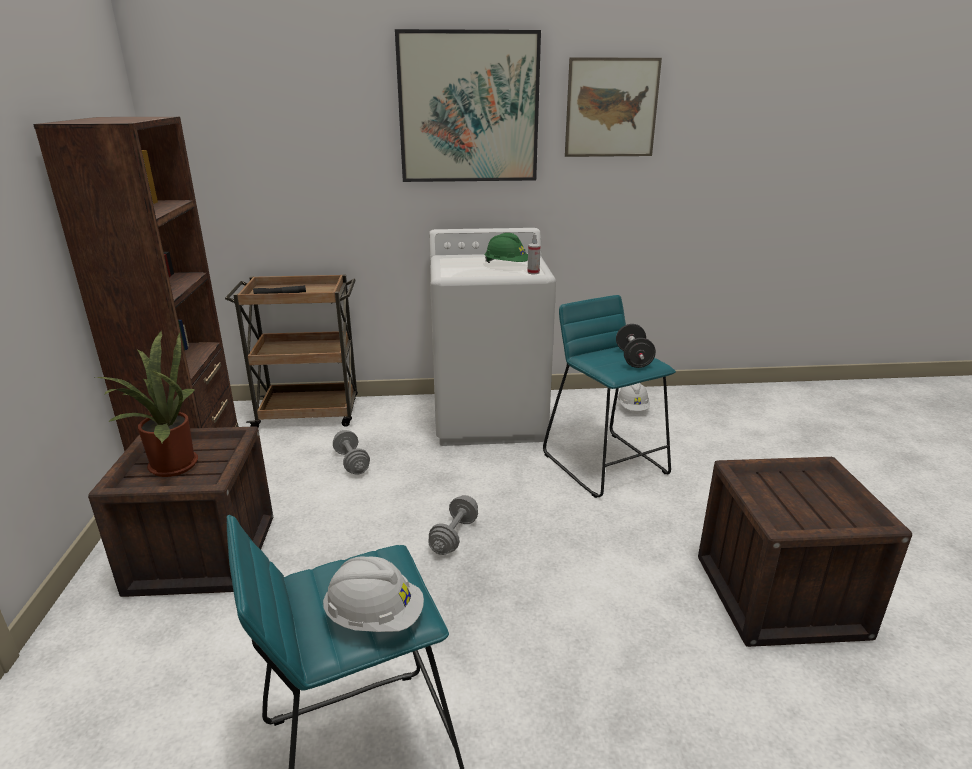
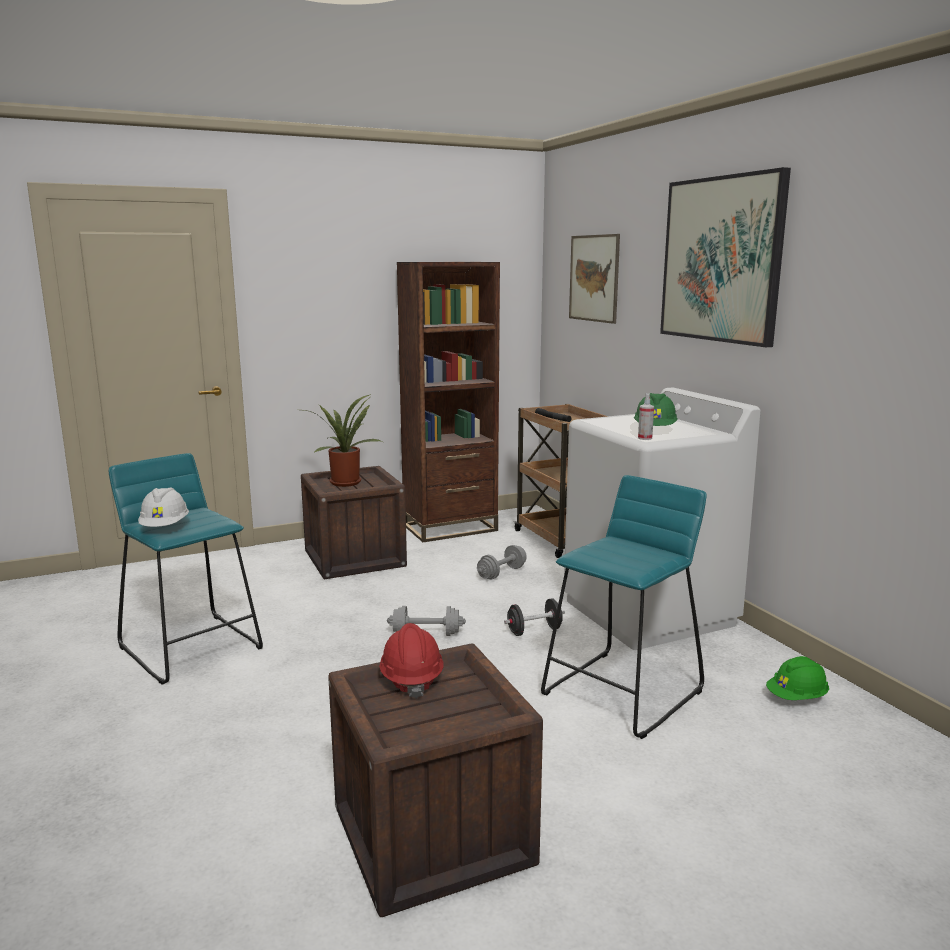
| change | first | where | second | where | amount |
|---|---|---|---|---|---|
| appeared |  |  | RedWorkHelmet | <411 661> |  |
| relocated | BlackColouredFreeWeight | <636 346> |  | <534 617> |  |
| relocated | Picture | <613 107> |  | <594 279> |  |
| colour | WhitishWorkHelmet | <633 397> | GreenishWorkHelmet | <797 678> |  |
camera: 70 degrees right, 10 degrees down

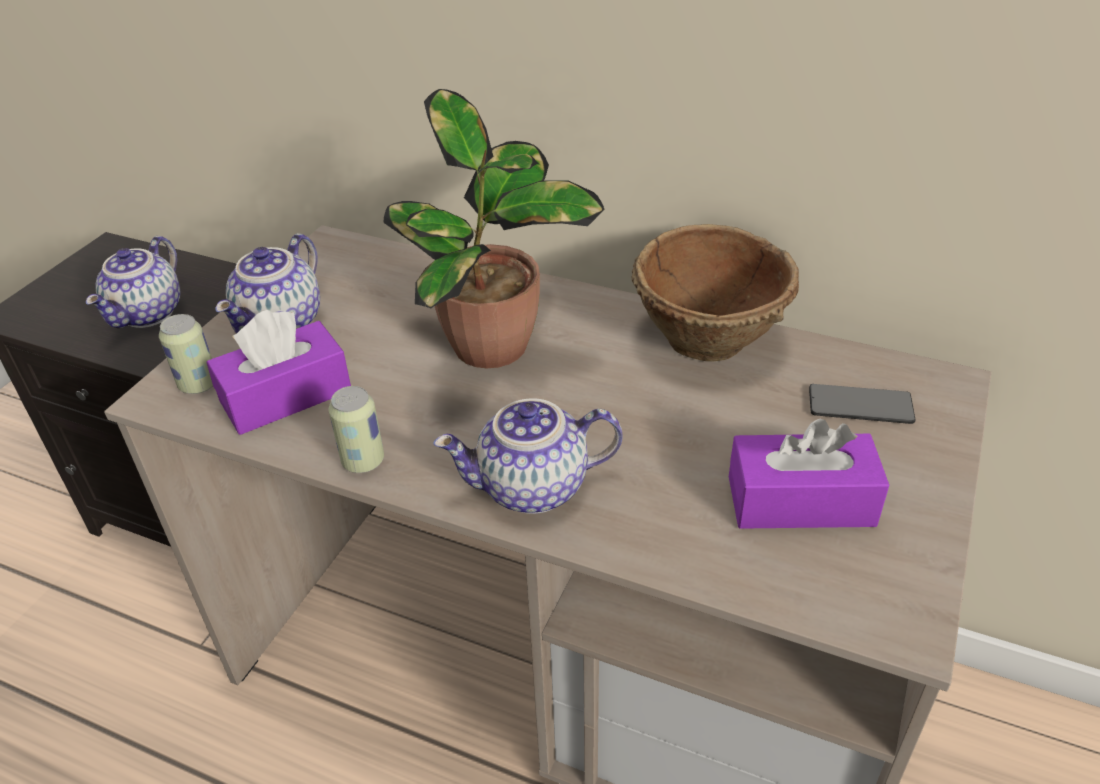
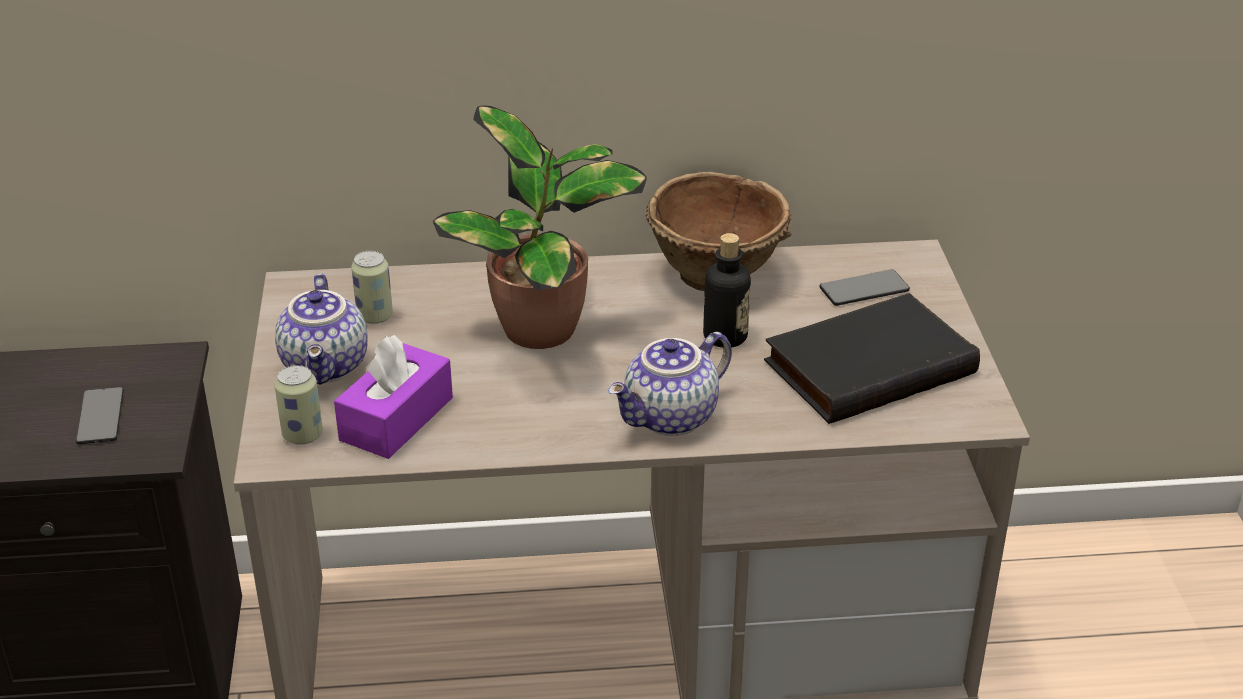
| change | first | where | second | where | amount |
|---|---|---|---|---|---|
| exchanged | PotForTea | <133 282> | Handset | <100 415> |  |
| relocated | Can | <356 429> |  | <372 287> |  |
| appeared |  |  | Bottle | <727 290> |  |
| exchanged | PurpleColouredBoxOfTissues | <809 473> | BlackColouredBoundBook | <872 358> |  |
camera: 30 degrees left, 5 degrees down

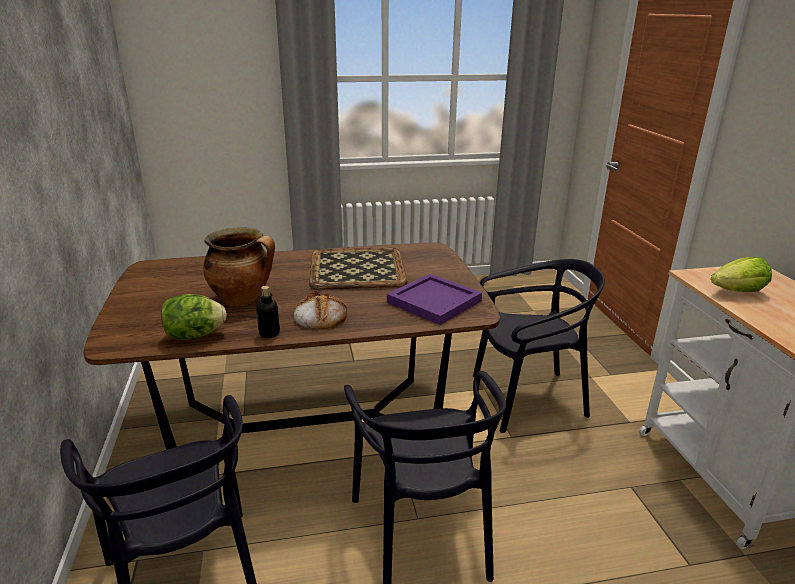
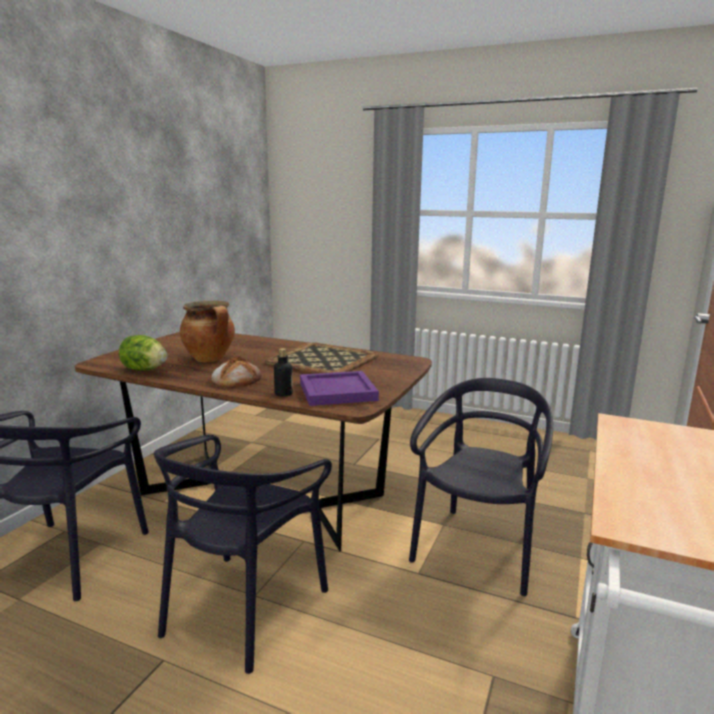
| change | first | where | second | where | amount |
|---|---|---|---|---|---|
| relocated | Bottle | <268 312> |  | <283 372> |  |
| spun | BlackColouredUprightChair | <539 346> |  | <481 487> | 90 degrees counterclockwise |
| missing | Lettuce | <741 274> |  |  |  |
camera: 35 degrees right, 10 degrees down

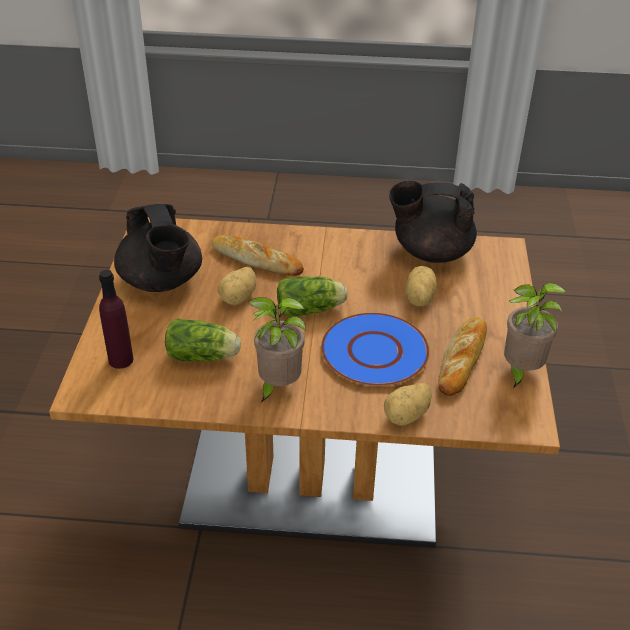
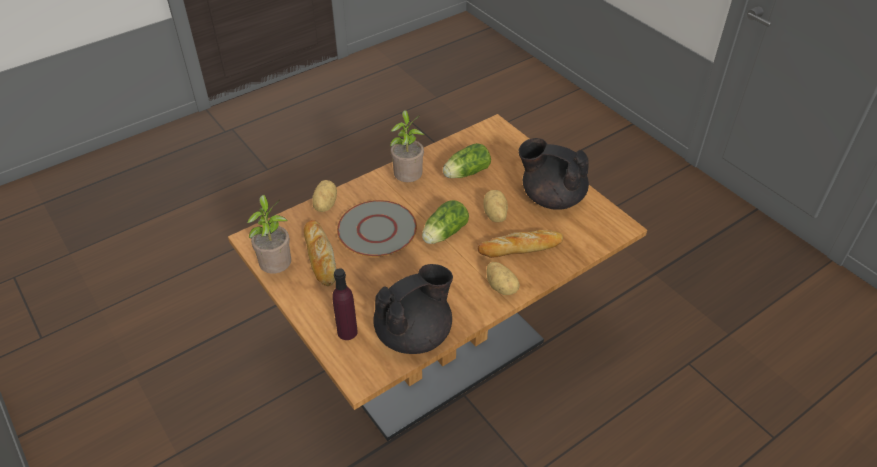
| change | first | where | second | where | amount |
|---|---|---|---|---|---|
| relocated | PurpleColouredBottle | <116 319> |  | <345 304> |  |
| colour | BlueColouredPlate | <375 349> | GreyishPlate | <377 228> |  |
| relocated | Potato | <421 286> |  | <503 278> |  |
camera: 140 degrees right, 5 degrees up

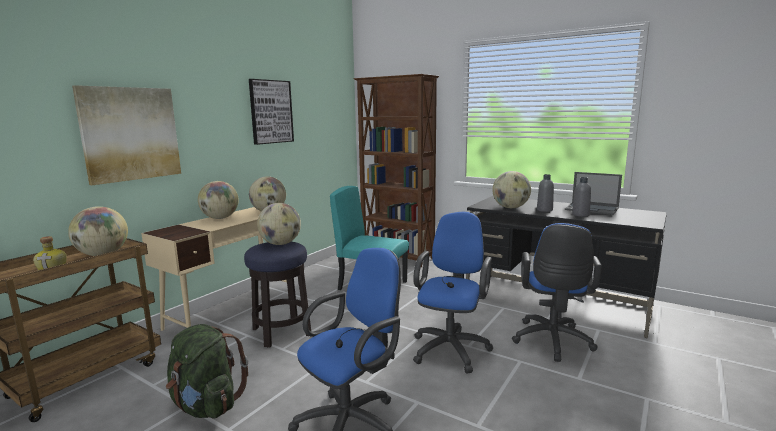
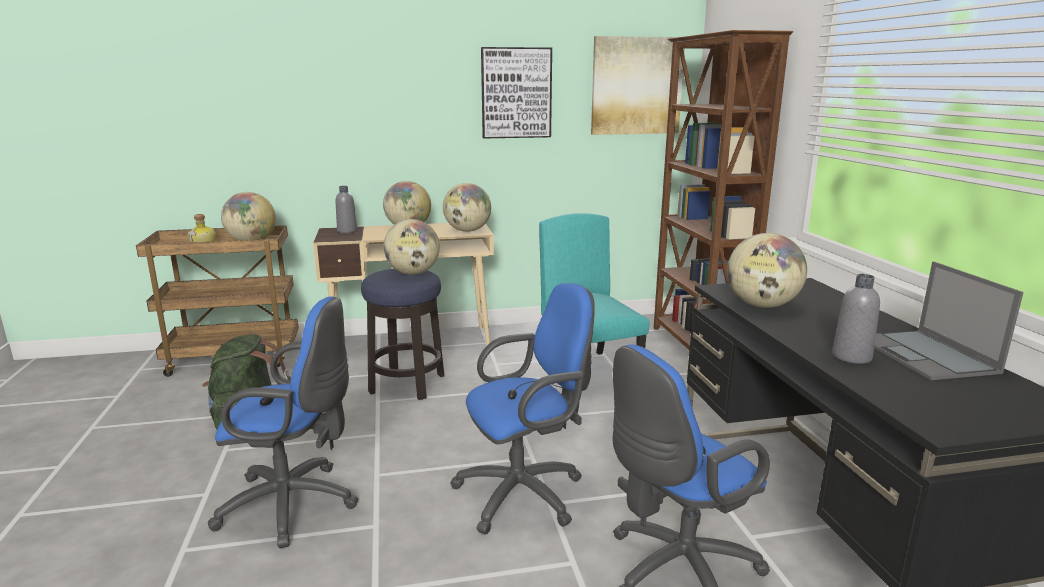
| change | first | where | second | where | amount |
|---|---|---|---|---|---|
| relocated | GreyishBottle | <545 193> |  | <346 209> |  |
| relocated | Picture | <126 135> |  | <638 85> |  |
camera: 45 degrees right, 5 degrees up

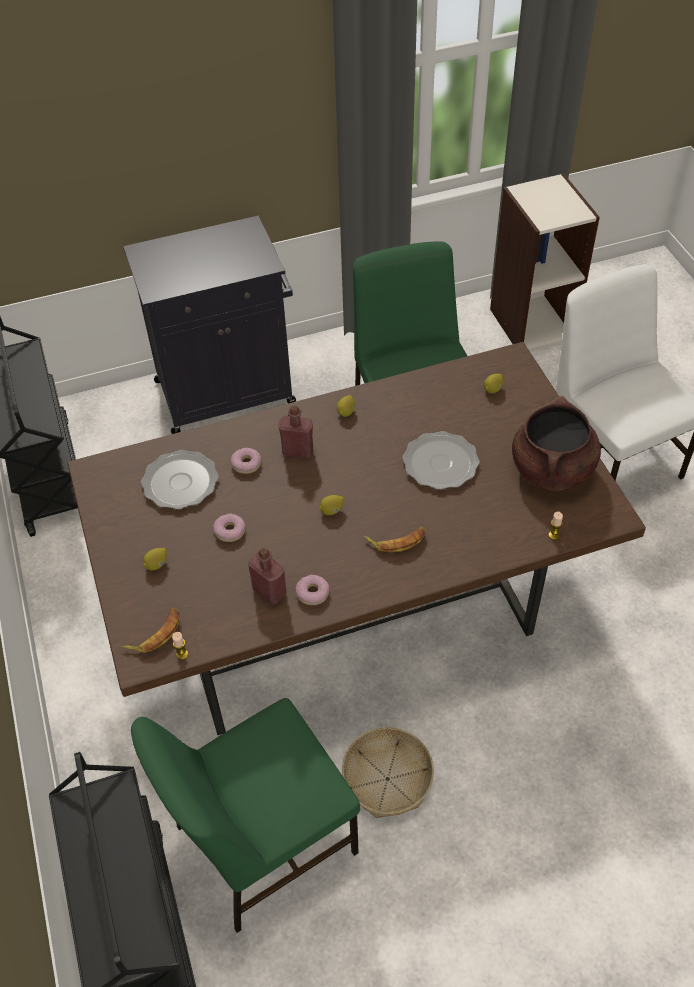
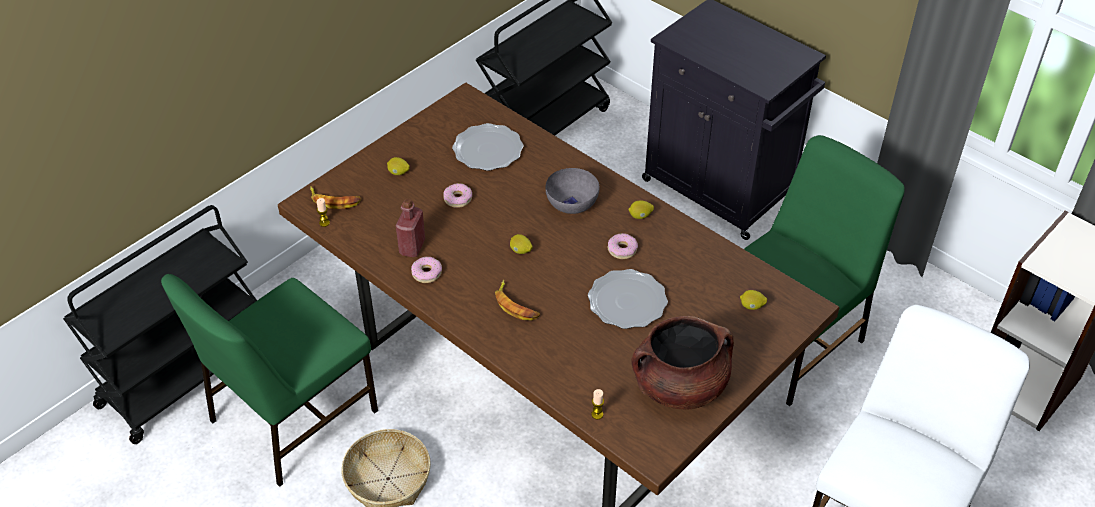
| change | first | where | second | where | amount |
|---|---|---|---|---|---|
| spun | GreenishUprightChair | <245 815> |  | <269 380> | 75 degrees counterclockwise |
| exchanged | RedBottle | <295 432> | GreyishBowl | <572 191> |  |
| relocated | Donut | <246 460> |  | <622 246> |  |
camera: 60 degrees right, 5 degrees down

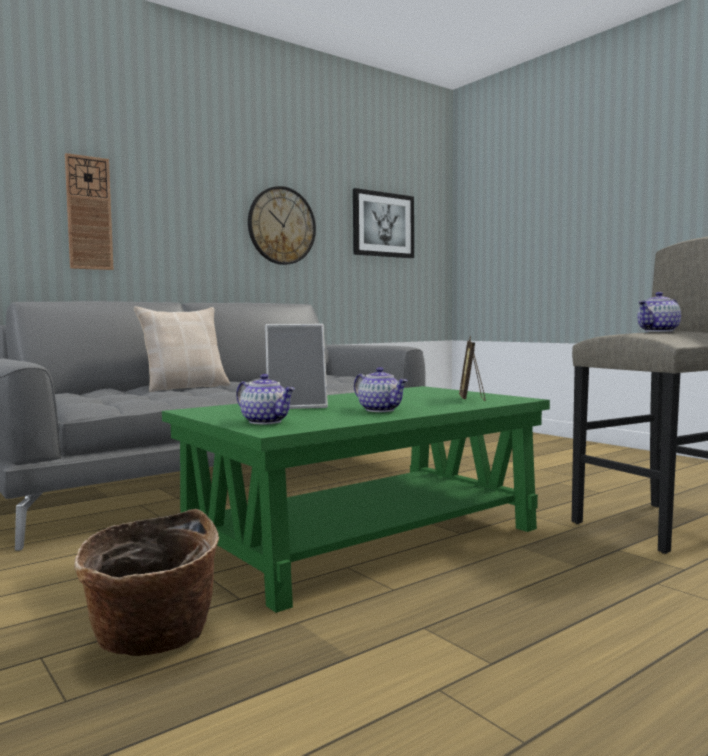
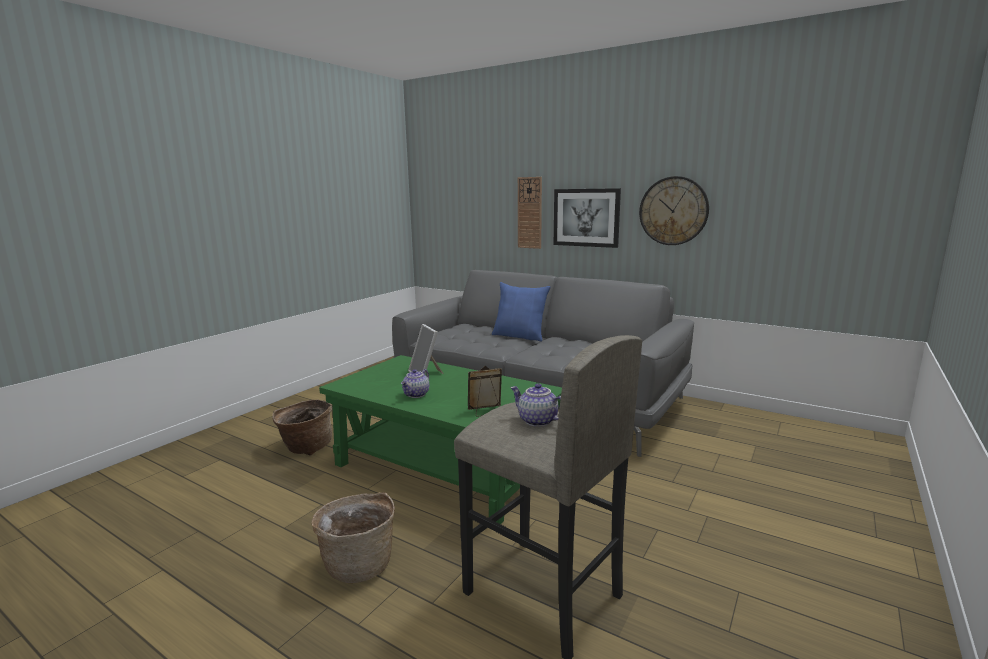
| change | first | where | second | where | amount |
|---|---|---|---|---|---|
| appeared |  |  | HouseholdBasket | <353 537> |  |
| colour | BeigeColouredCushion | <182 349> | BlueColouredCushion | <521 312> |  |
| relocated | Picture | <383 223> |  | <587 218> |  |
| missing | PotForTea | <265 399> |  |  |  |
camera: 70 degrees right, 10 degrees up

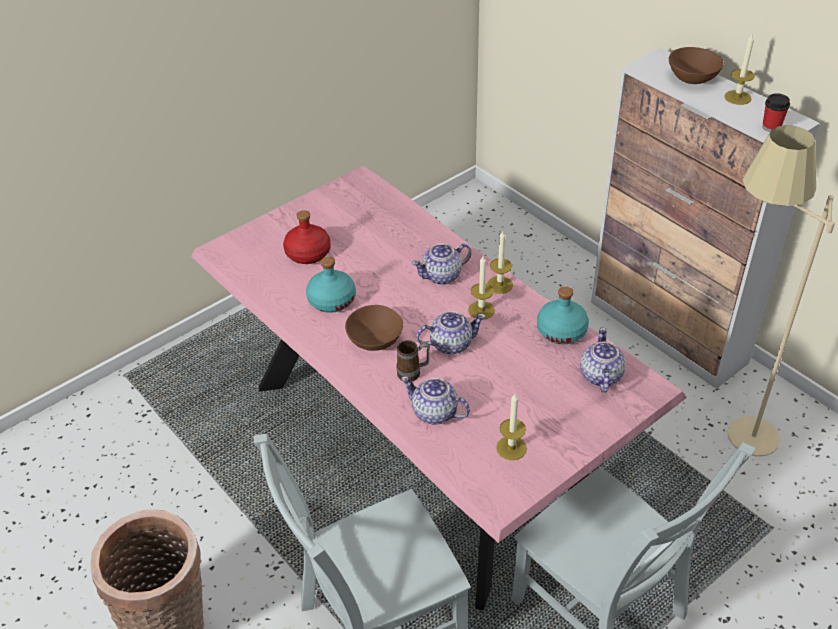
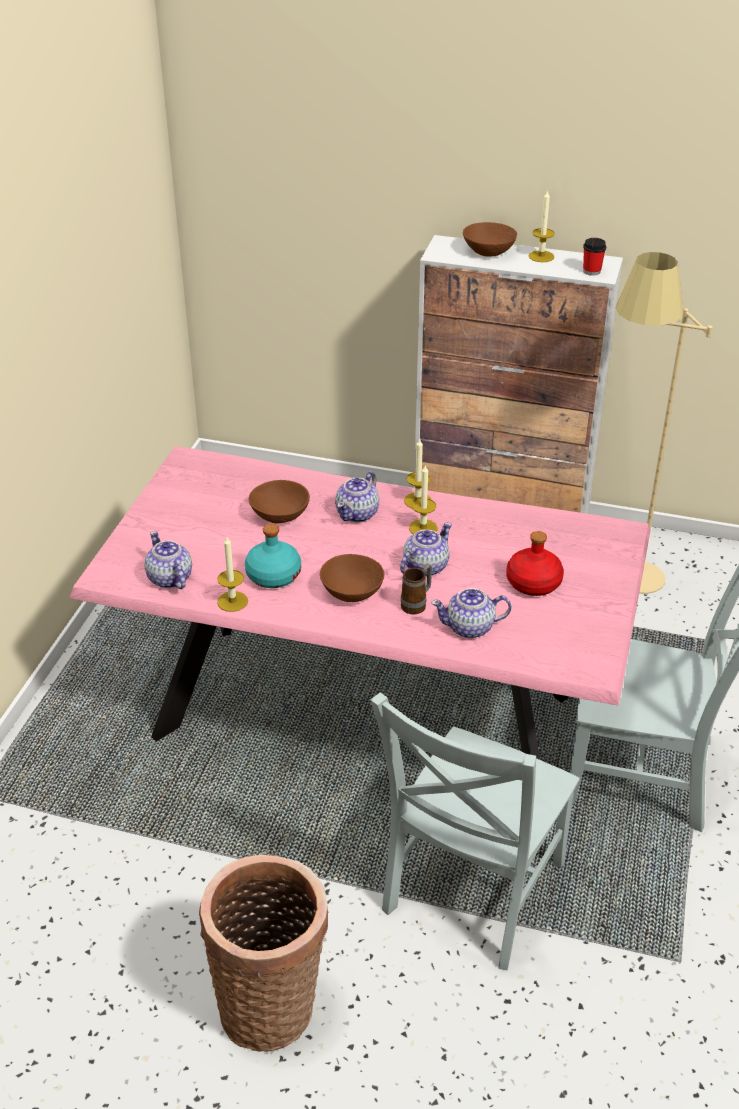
| change | first | where | second | where | amount |
|---|---|---|---|---|---|
| relocated | PotForTea | <603 360> |  | <168 560> |  |
| relocated | Candle | <511 427> |  | <232 574> |  |
| appeared |  |  | BrownColouredBowl | <279 501> |  |
| relocated | RedBottle | <307 237> |  | <535 563> |  |
| missing | TurquoiseColouredBottle | <563 315> |  |  |  |
camera: 35 degrees left, 5 degrees down

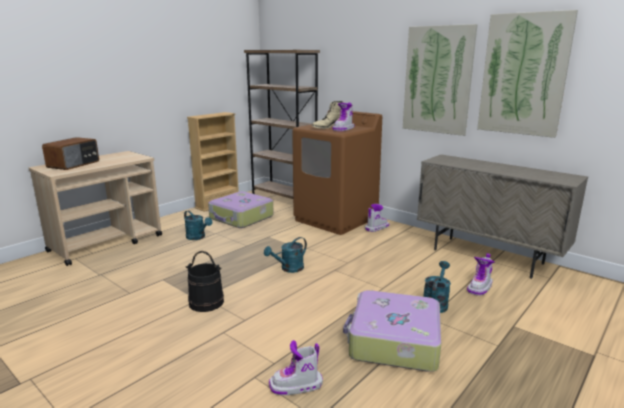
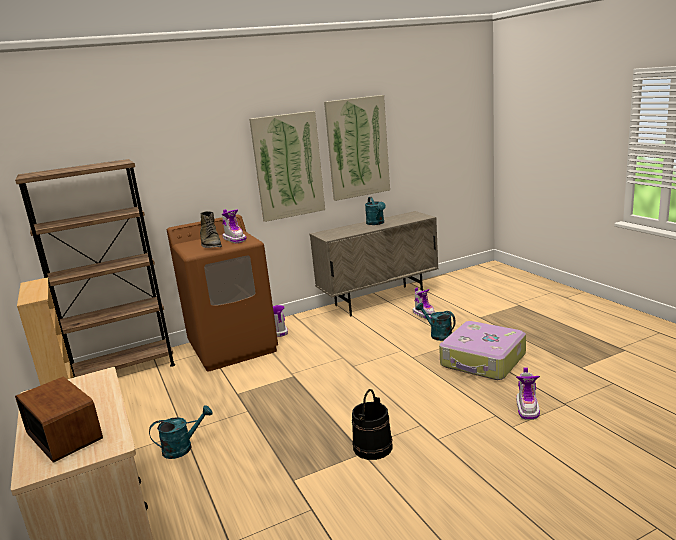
| change | first | where | second | where | amount |
|---|---|---|---|---|---|
| colour | BeigeColouredTallBoot | <328 115> | GreenishTallBoot | <211 229> |  |
| relocated | TurquoiseColouredWateringCan | <285 255> |  | <375 211> |  |
| missing | PieceOfLuggage | <241 209> |  |  |  |
camera: 65 degrees left, 0 degrees up

